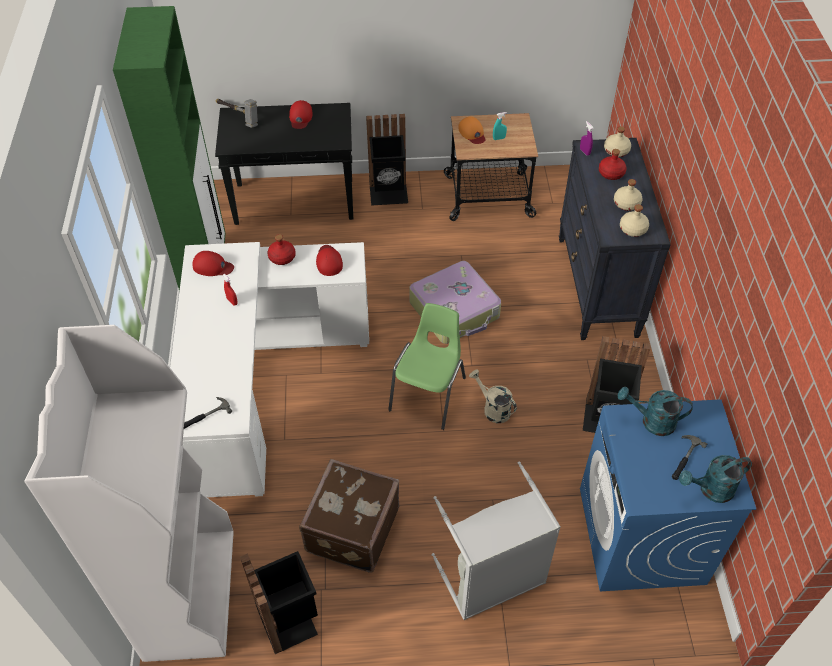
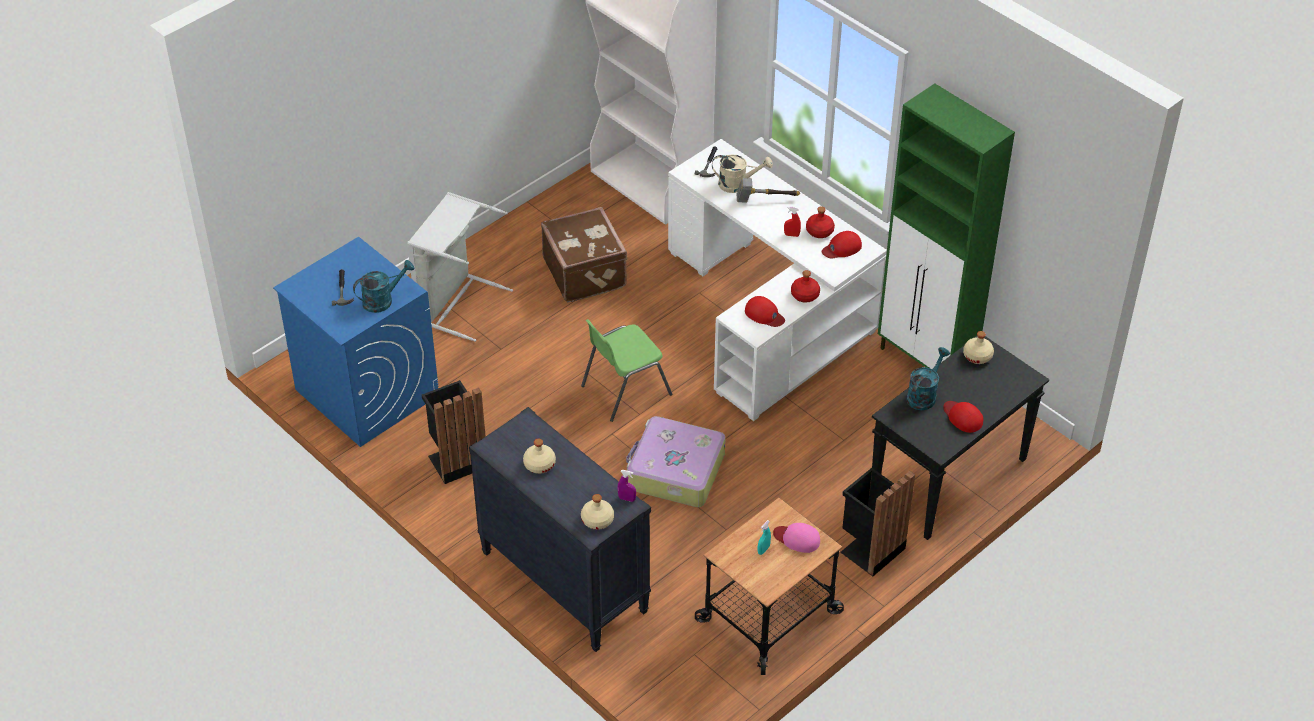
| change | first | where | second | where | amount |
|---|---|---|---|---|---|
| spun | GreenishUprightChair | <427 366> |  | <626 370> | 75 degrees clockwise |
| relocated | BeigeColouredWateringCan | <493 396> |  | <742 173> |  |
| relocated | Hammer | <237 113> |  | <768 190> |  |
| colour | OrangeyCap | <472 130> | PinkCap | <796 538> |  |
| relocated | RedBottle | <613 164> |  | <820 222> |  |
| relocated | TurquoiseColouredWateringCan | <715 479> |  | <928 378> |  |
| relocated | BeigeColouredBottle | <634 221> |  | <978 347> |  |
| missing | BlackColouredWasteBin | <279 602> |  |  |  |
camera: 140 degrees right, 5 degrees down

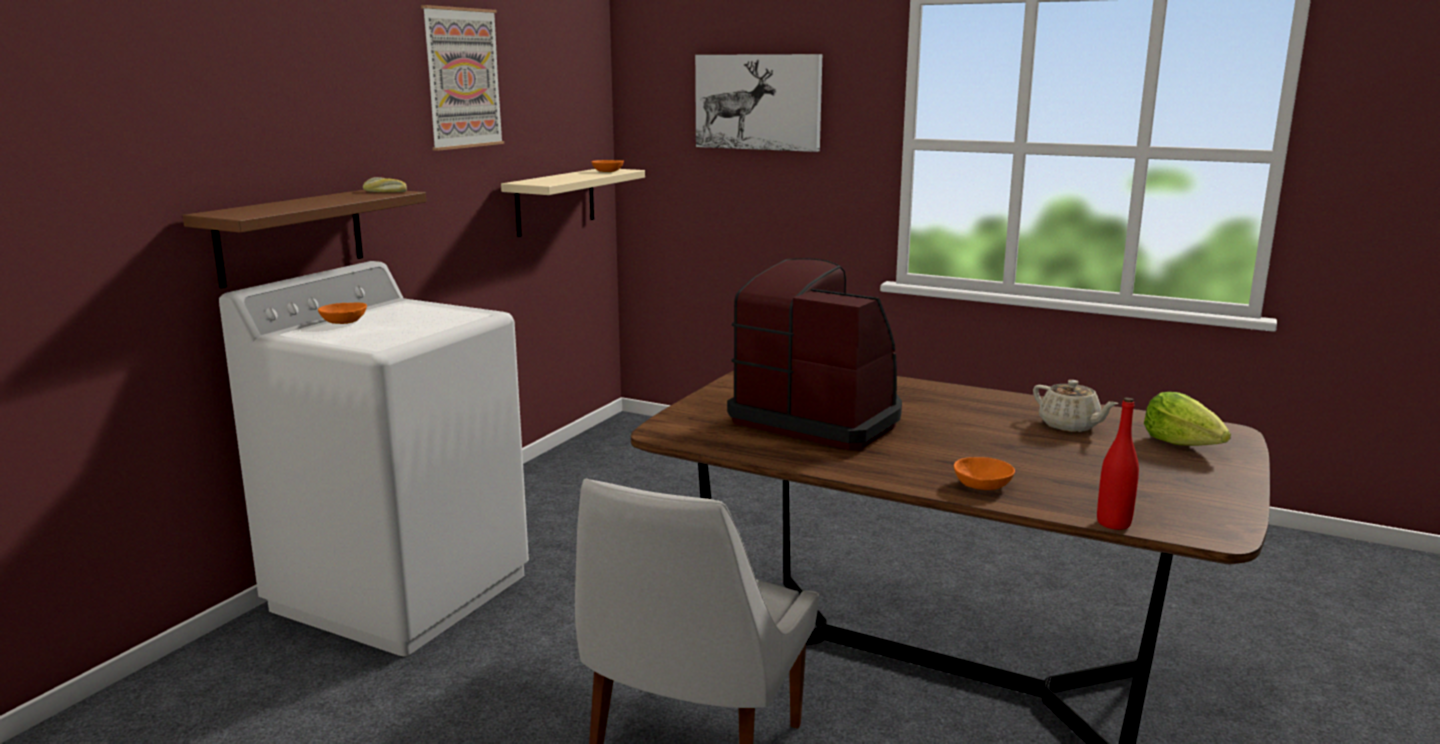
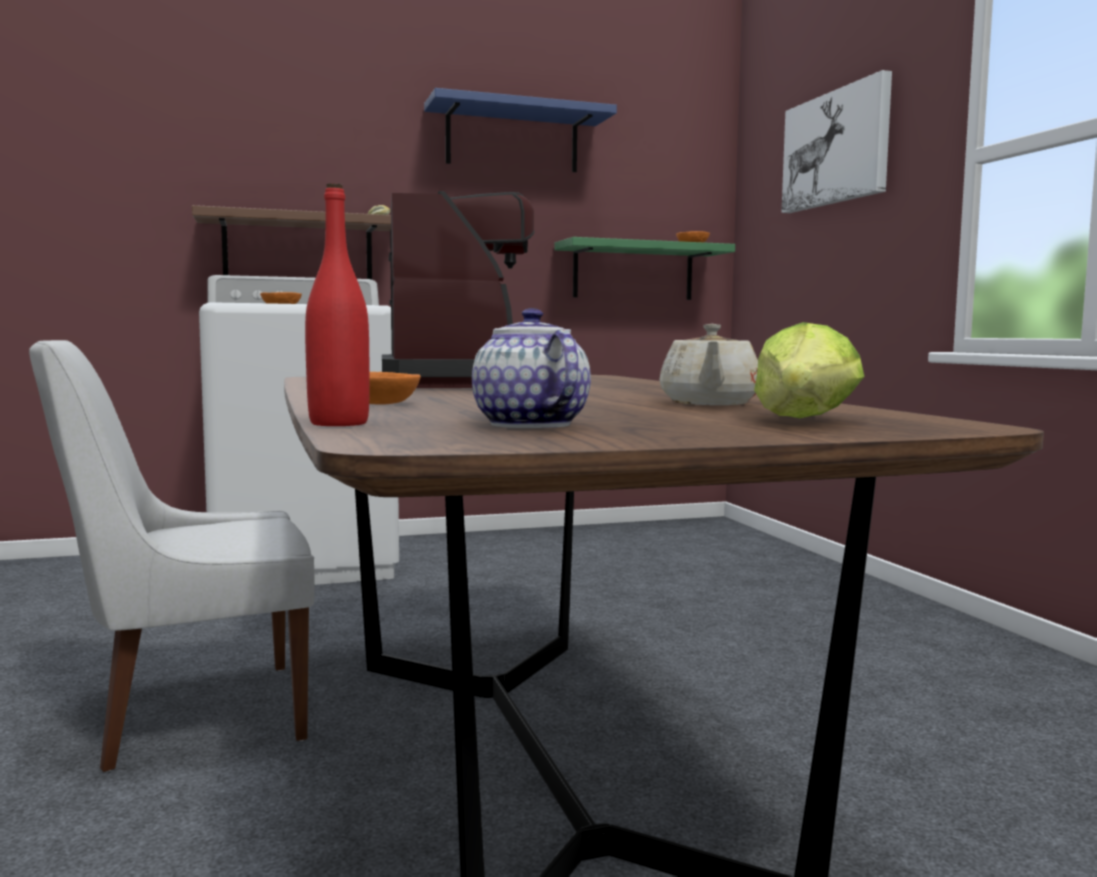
| change | first | where | second | where | amount |
|---|---|---|---|---|---|
| exchanged | Picture | <462 78> | BlueColouredWallShelf | <520 130> |  |
| appeared |  |  | PotForTea | <531 368> |  |
| colour | BeigeColouredWallShelf | <573 203> | GreenishWallShelf | <644 268> |  |
camera: 45 degrees right, 10 degrees down

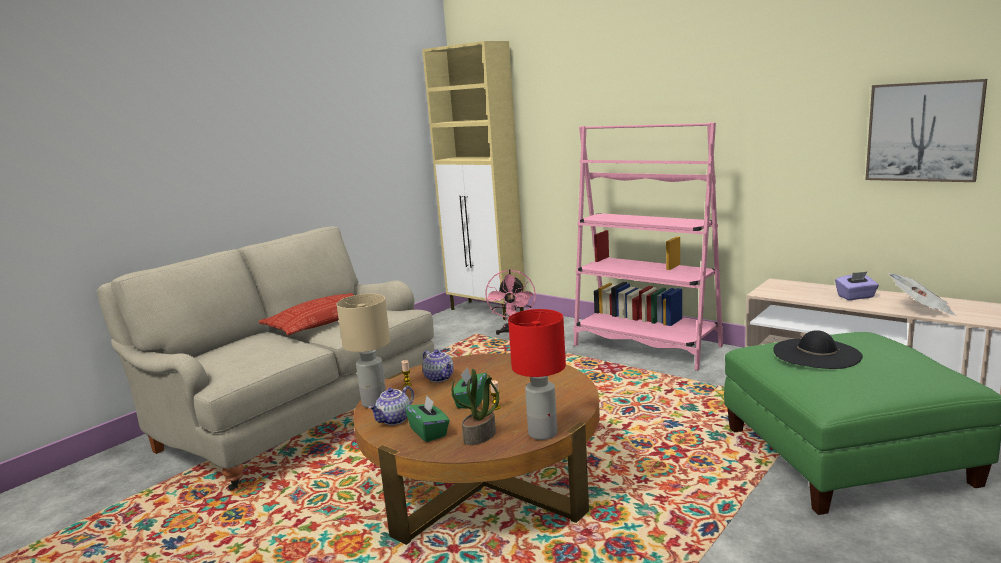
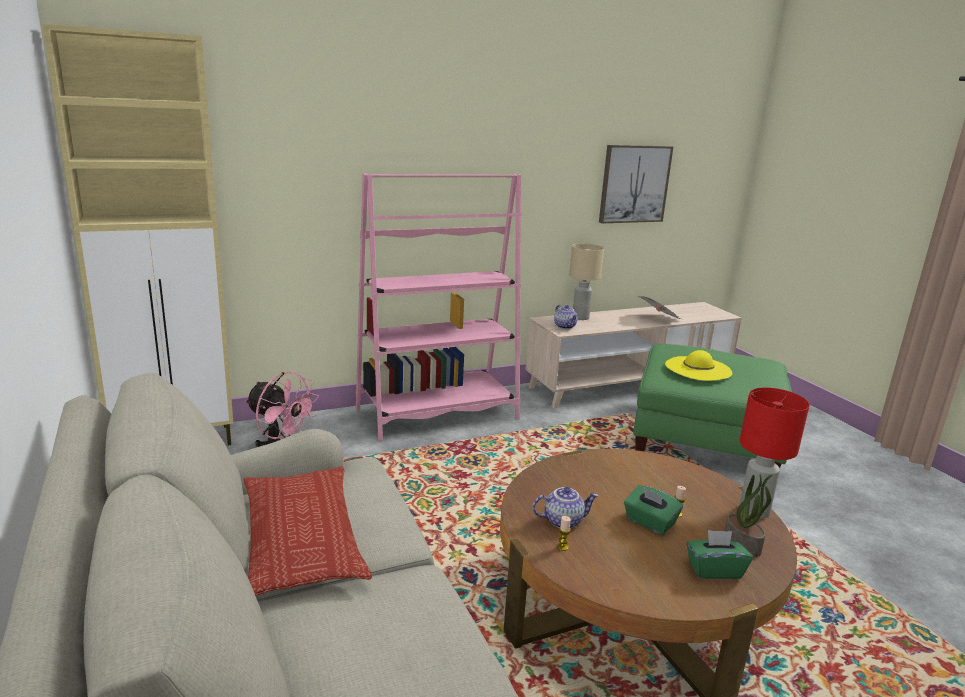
| change | first | where | second | where | amount |
|---|---|---|---|---|---|
| relocated | PotForTea | <391 405> |  | <566 317> |  |
| relocated | BeigeColouredTabletopLamp | <363 351> |  | <586 281> |  |
| colour | BlackColouredHat | <818 349> | YellowHat | <698 365> |  |
| missing | PurpleColouredBoxOfTissues | <857 286> |  |  |  |
camera: 65 degrees left, 5 degrees up

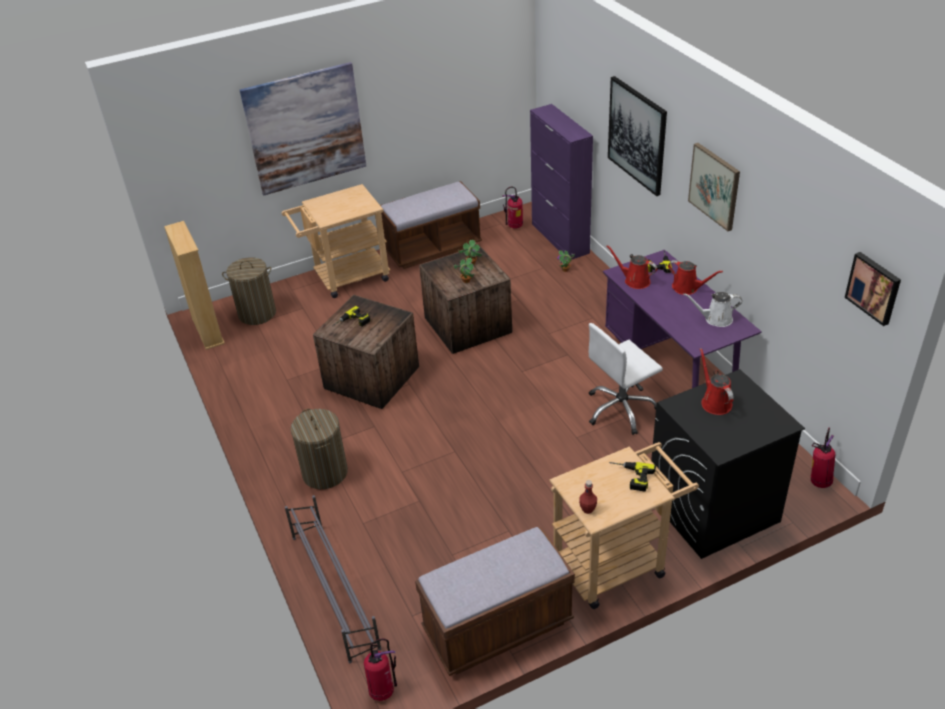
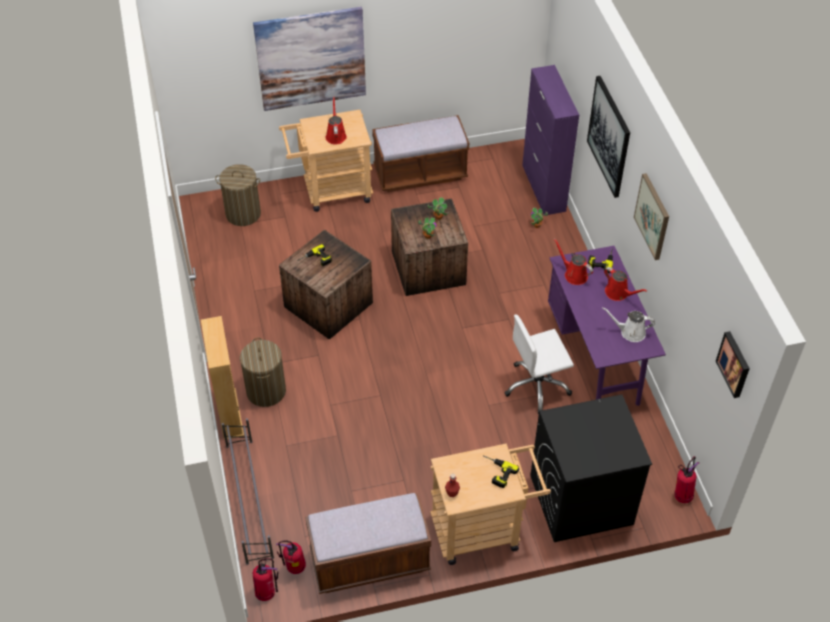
| change | first | where | second | where | amount |
|---|---|---|---|---|---|
| relocated | BeigeColouredBookshelf | <194 285> |  | <222 378> |  |
| relocated | FireExtinguisher | <512 208> |  | <291 557> |  |
| relocated | RedWateringCan | <717 381> |  | <336 120> |  |
camera: 10 degrees right, 10 degrees up

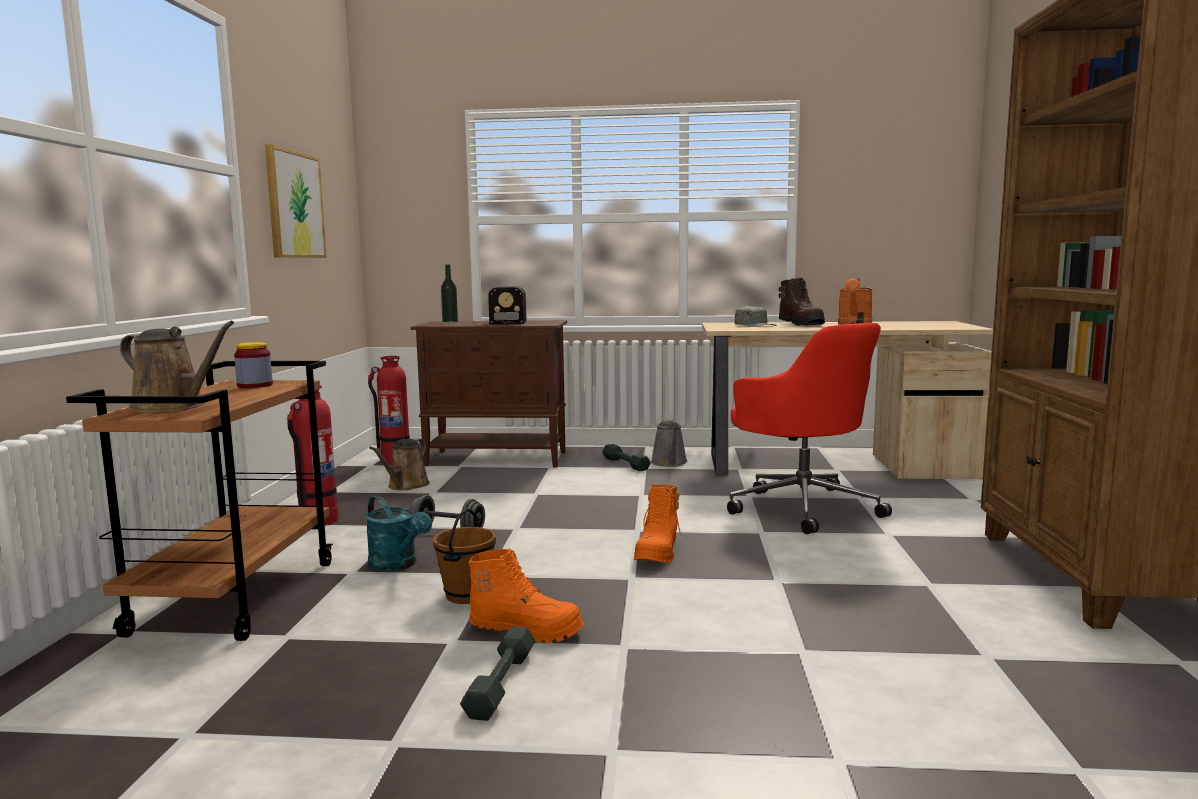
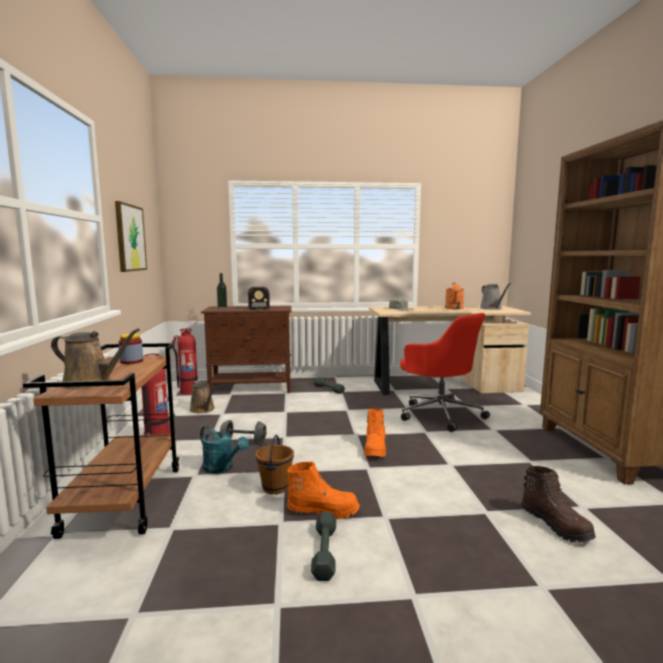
| change | first | where | second | where | amount |
|---|---|---|---|---|---|
| spun | BrownColouredWateringCan | <400 464> |  | <202 397> | 45 degrees counterclockwise |
| relocated | GreyishWateringCan | <669 443> |  | <495 296> |  |
| relocated | BrownColouredTallBoot | <802 302> |  | <558 504> |  |
camera: 10 degrees left, 0 degrees up

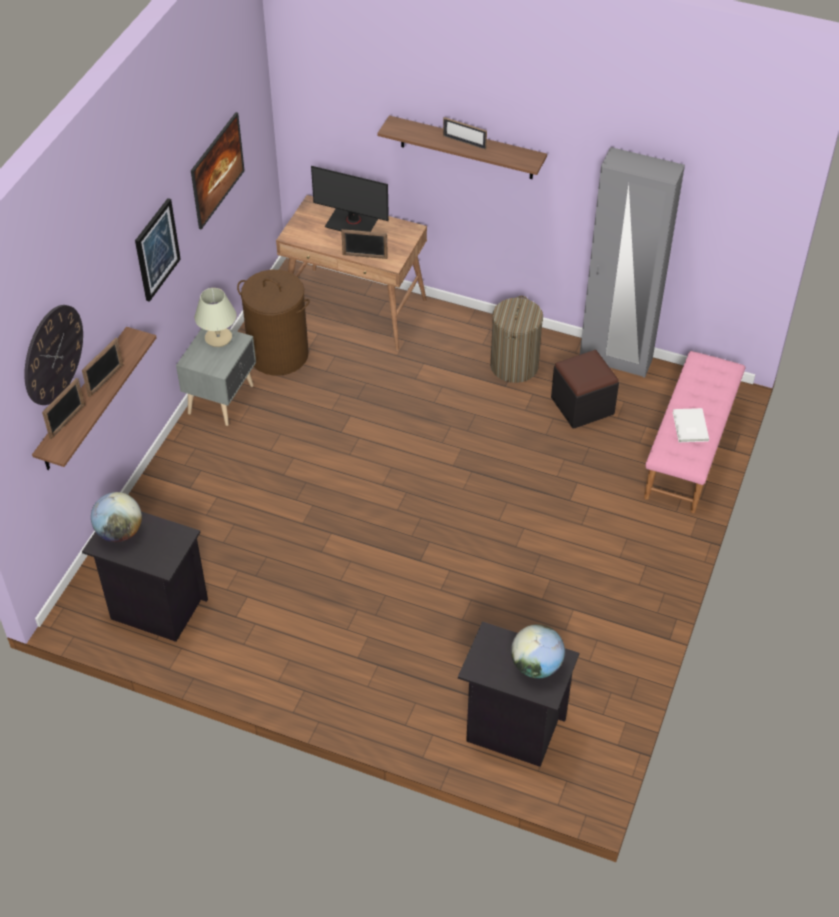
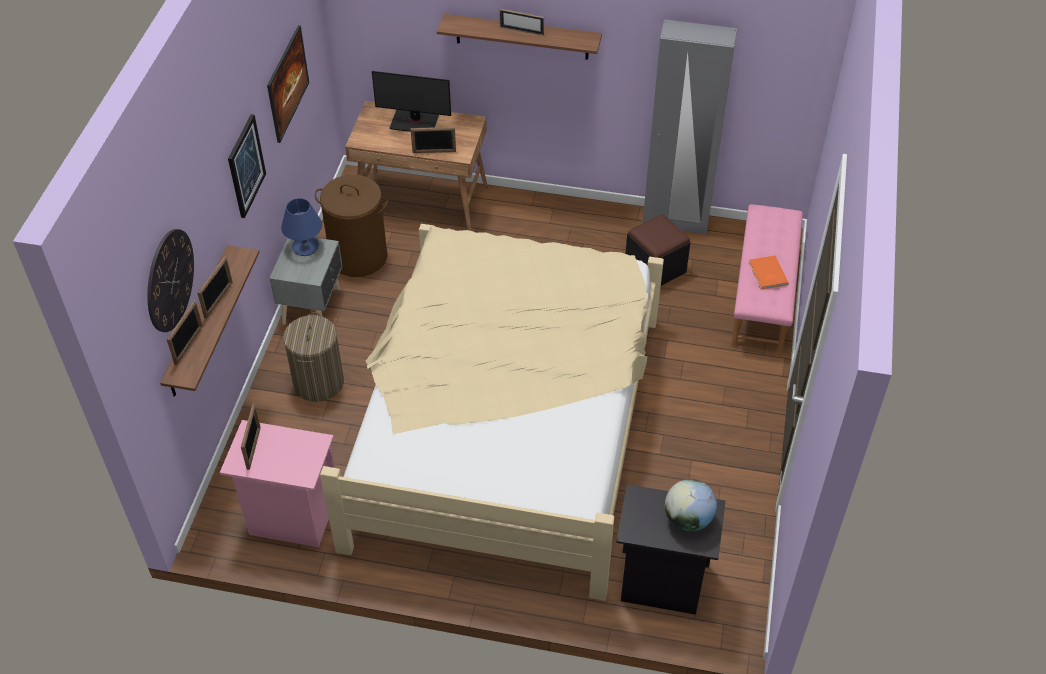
| change | first | where | second | where | amount |
|---|---|---|---|---|---|
| colour | BlackColouredBedsideTable | <145 577> | PinkBedsideTable | <277 483> |  |
| exchanged | Globe | <116 517> | StandingFrame | <251 437> |  |
| colour | BeigeColouredTabletopLamp | <215 317> | BlueColouredTabletopLamp | <301 227> |  |
| relocated | Hamper | <516 339> |  | <313 357> |  |
| appeared |  |  | BeigeColouredSleepingBed | <492 412> |  |
| colour | WhitishBoundBook | <691 425> | OrangeyBoundBook | <768 272> |  |
camera: 10 degrees left, 0 degrees up

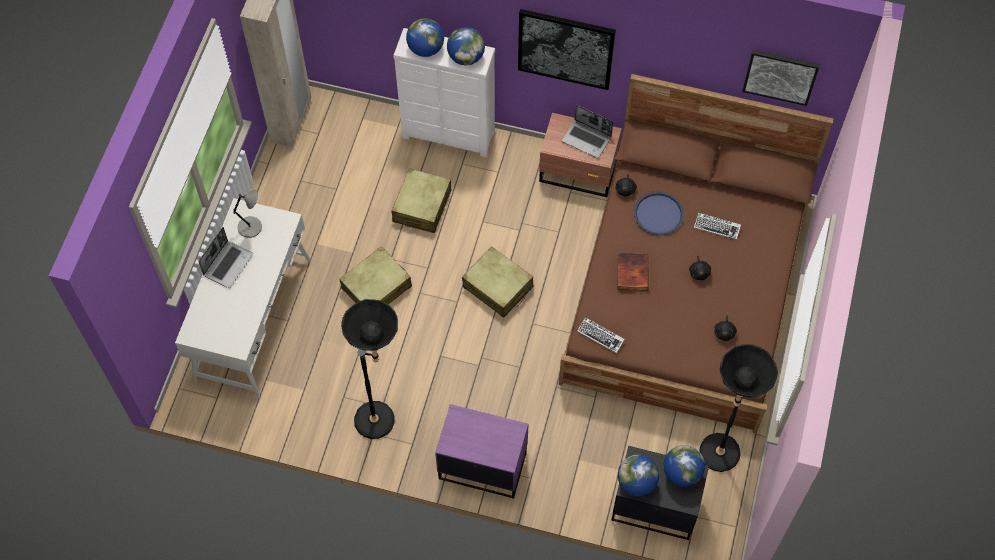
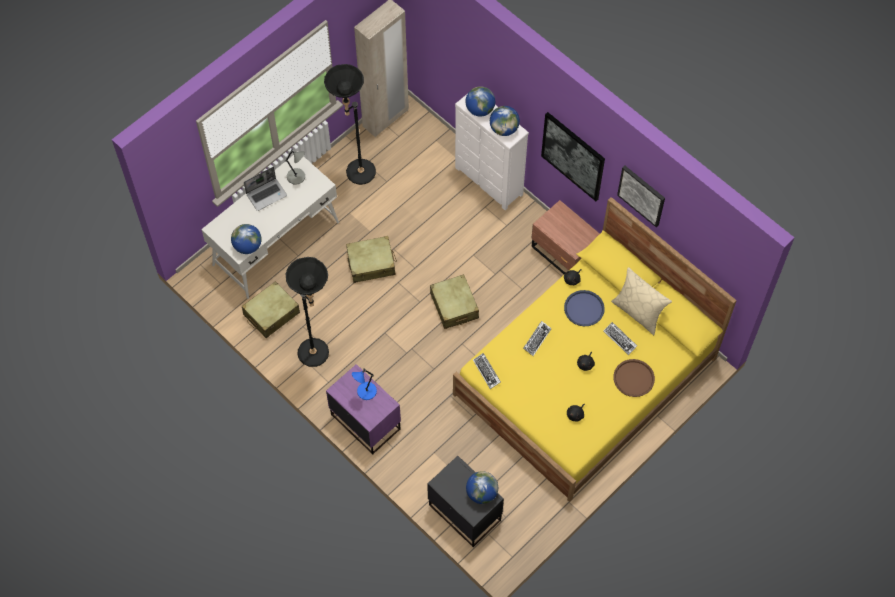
| change | first | where | second | where | amount |
|---|---|---|---|---|---|
| relocated | Globe | <638 475> |  | <246 239> |  |
| relocated | BeigeColouredPieceOfLuggage | <421 200> |  | <271 309> |  |
| relocated | BlackColouredFloorLamp | <738 408> |  | <350 124> |  |
| appeared |  |  | BlueColouredTabletopLamp | <364 384> |  |
| colour | BrownColouredSleepingBed | <696 254> | YellowSleepingBed | <595 349> |  |
| exchanged | BoundBook | <633 271> | Keyboard | <537 338> |  |
| appeared |  |  | BeigeColouredCushion | <641 301> |  |
| appeared |  |  | BrownColouredCarryingTray | <634 378> |  |
| relocated | Picture | <781 78> |  | <641 196> |  |
| missing | NotebookComputer | <587 131> |  |  |  |
camera: 30 degrees right, 0 degrees up

